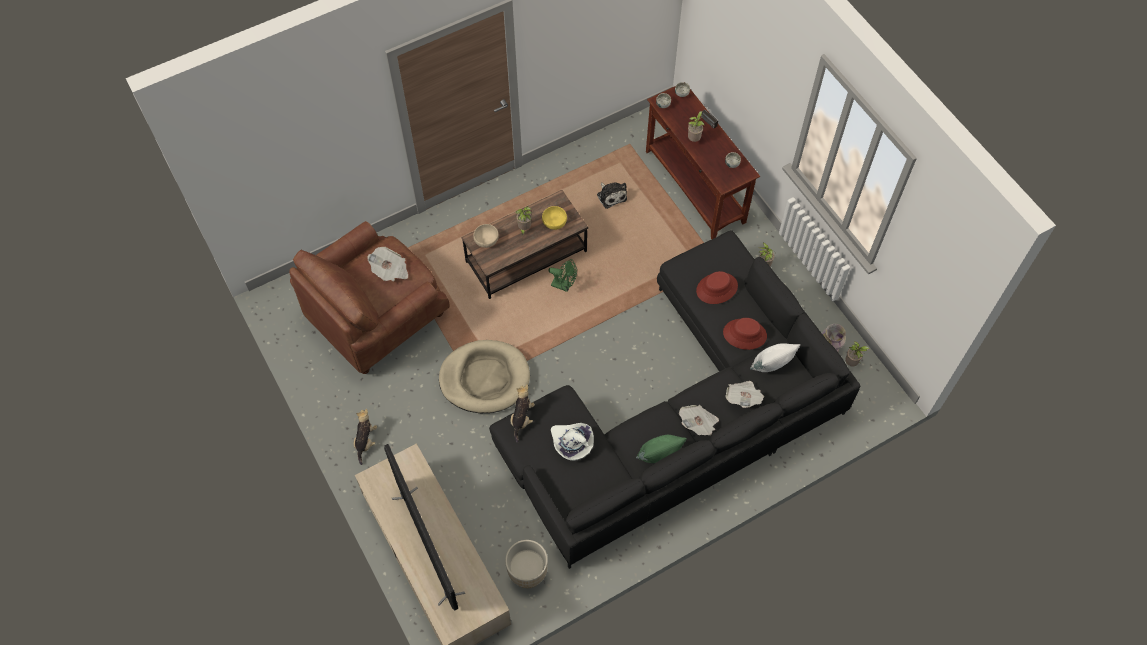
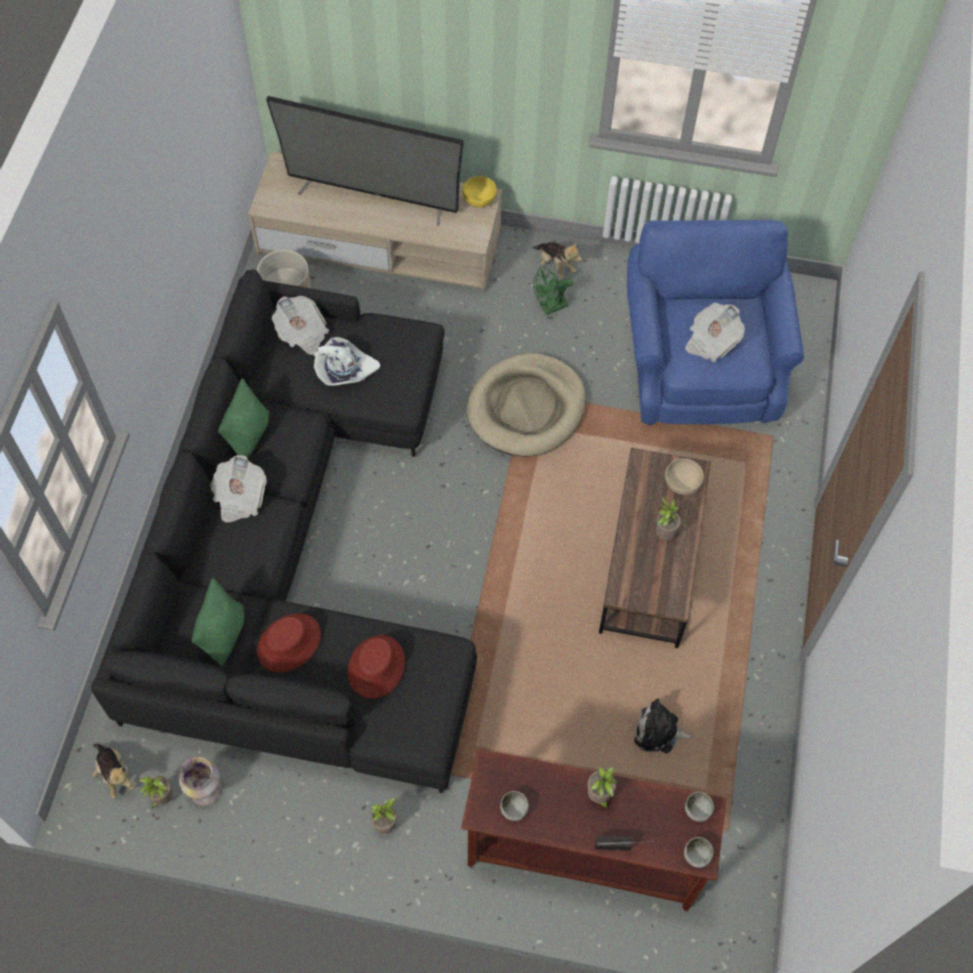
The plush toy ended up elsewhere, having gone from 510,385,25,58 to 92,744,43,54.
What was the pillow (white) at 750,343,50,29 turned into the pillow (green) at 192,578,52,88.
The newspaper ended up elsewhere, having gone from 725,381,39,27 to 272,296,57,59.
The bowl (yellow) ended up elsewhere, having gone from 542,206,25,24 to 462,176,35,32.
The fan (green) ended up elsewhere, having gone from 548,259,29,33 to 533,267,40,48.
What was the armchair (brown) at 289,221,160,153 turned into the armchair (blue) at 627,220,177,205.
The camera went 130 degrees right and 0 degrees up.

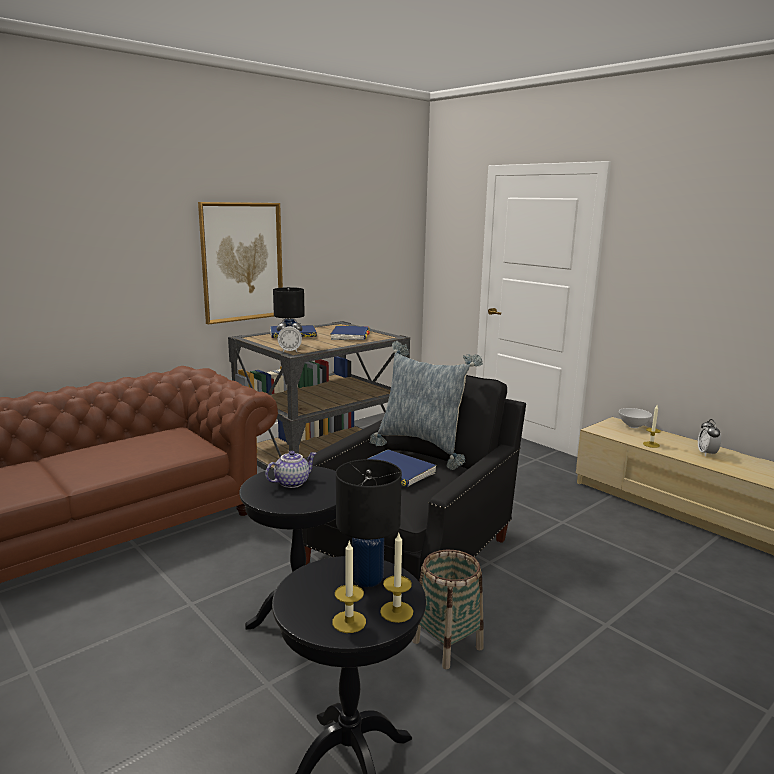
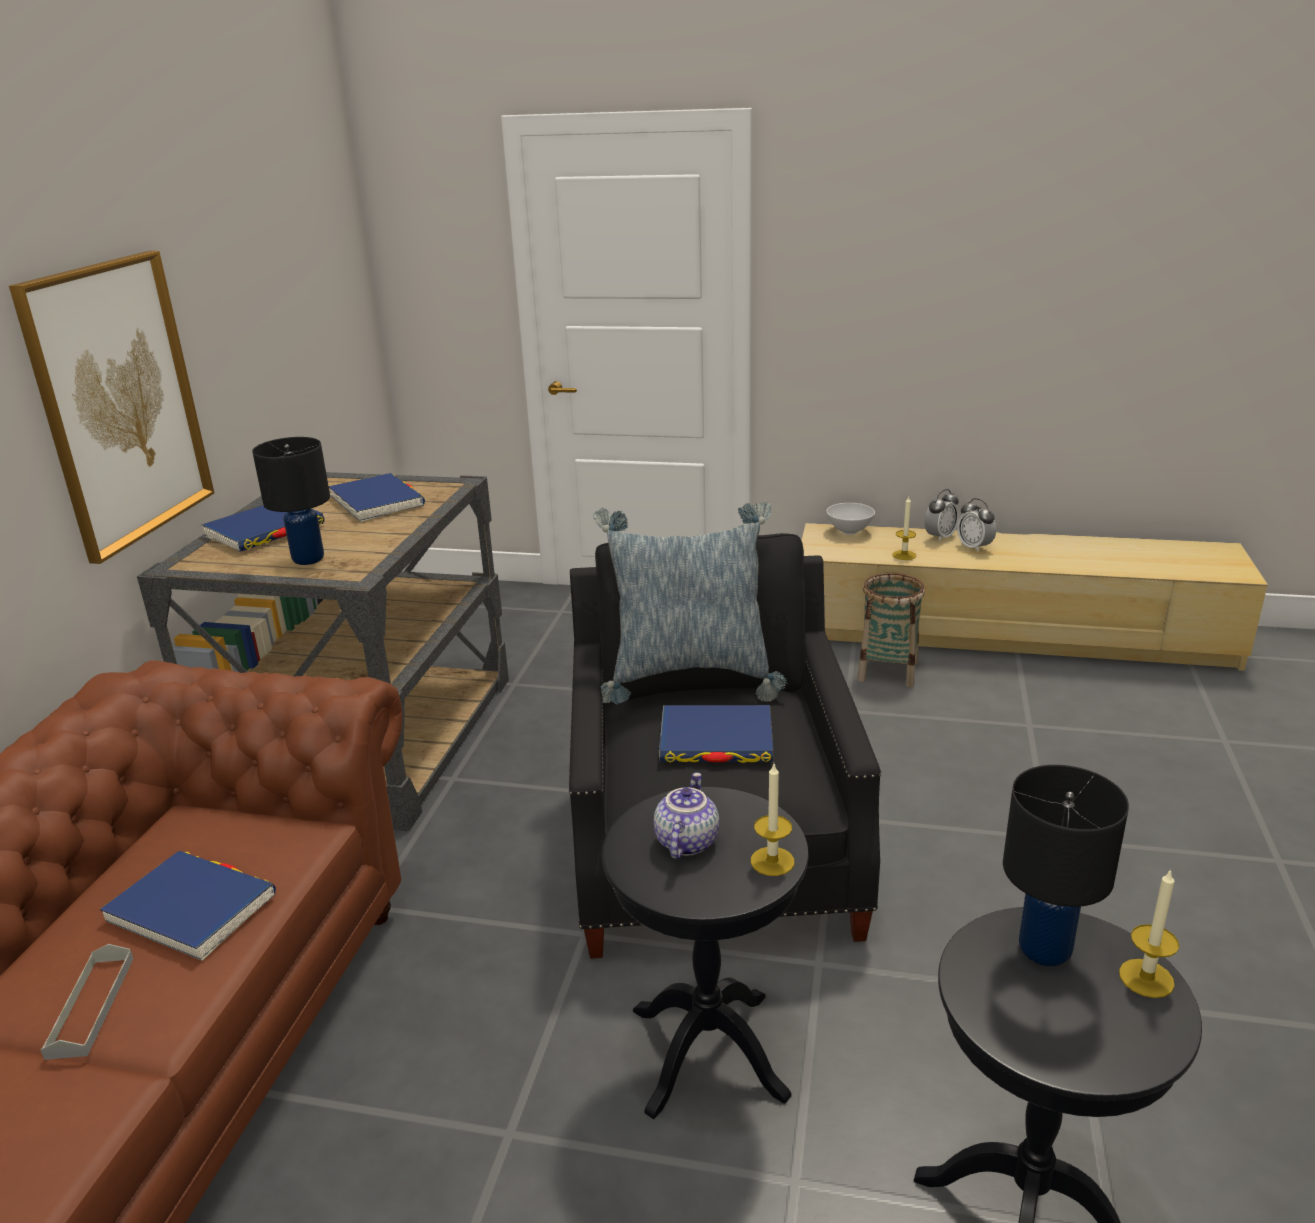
The second view gained the tray (grey) at 40,944,94,116.
The second view gained the book (blue) at 99,851,177,110.
The candle ended up elsewhere, having gone from 332,542,34,91 to 751,764,43,112.
The basket ended up elsewhere, having gone from 412,550,72,119 to 857,573,68,114.
The alarm clock ended up elsewhere, having gone from 277,318,25,34 to 924,489,35,53.
The camera went 35 degrees left and 10 degrees up.

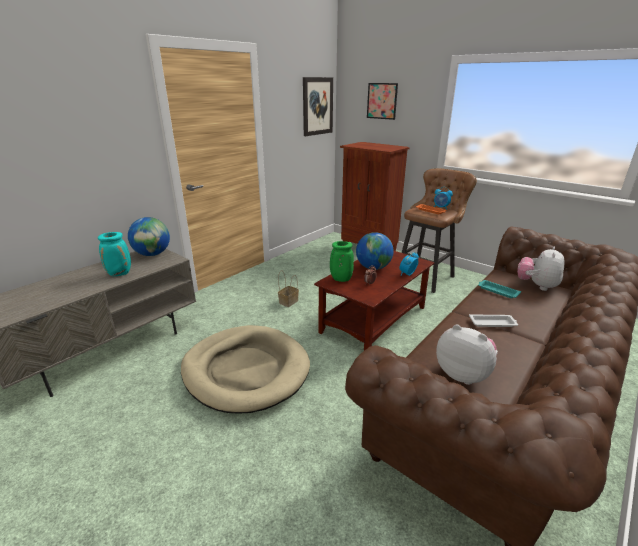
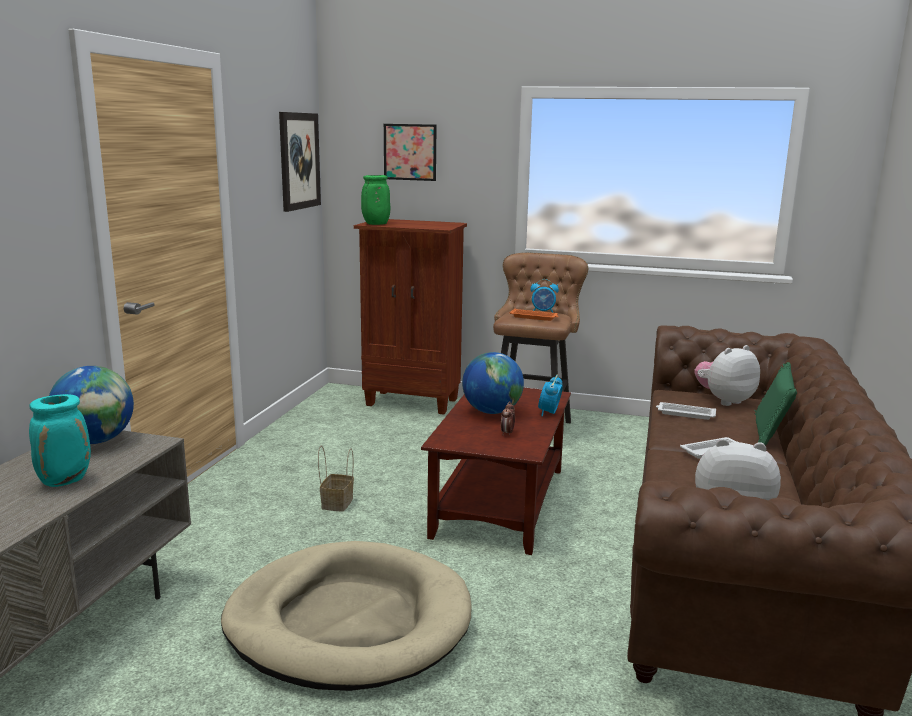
The vase (green) ended up elsewhere, having gone from 330,241,24,41 to 361,175,30,50.
What was the tray (turquoise) at 478,280,43,18 turned into the tray (white) at 656,402,60,18.
The plush toy at 517,247,47,44 ended up facing another way, 60 degrees clockwise from before.
The second view gained the pillow (green) at 755,362,42,84.
The camera went 25 degrees left and 10 degrees down.

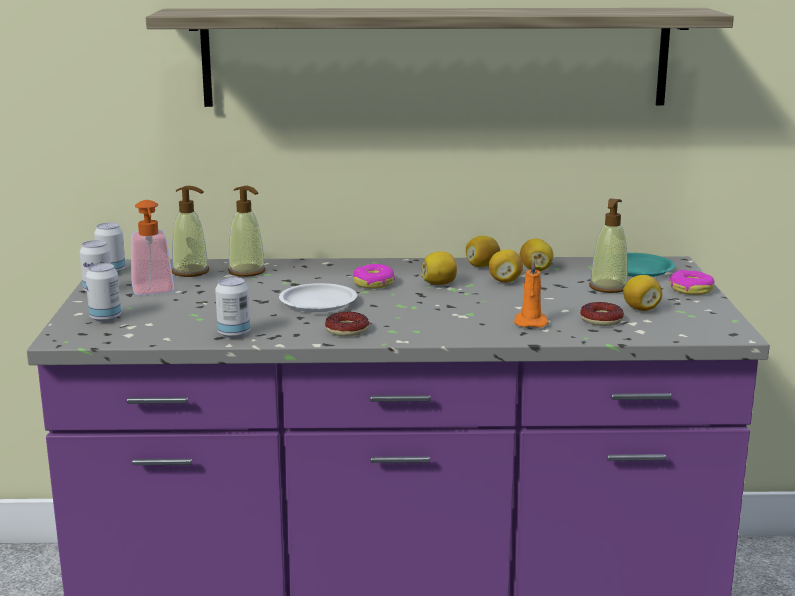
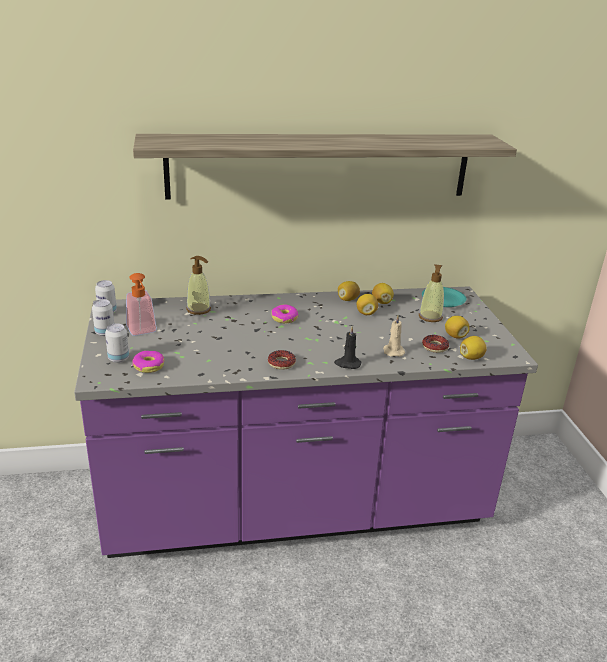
The donut ended up elsewhere, having gone from 669,270,46,25 to 132,351,32,22.
The second view gained the candle (black) at 334,326,27,43.
What was the candle (orange) at 514,258,35,70 turned into the candle (beige) at 383,315,22,41.
The lemon ended up elsewhere, having gone from 421,251,36,34 to 460,336,27,24.
The second view lost the soap dispenser at 172,186,37,91.
The second view lost the can at 215,277,35,61.
The second view lost the plate (white) at 279,283,78,29.
The camera went 10 degrees left and 10 degrees up.

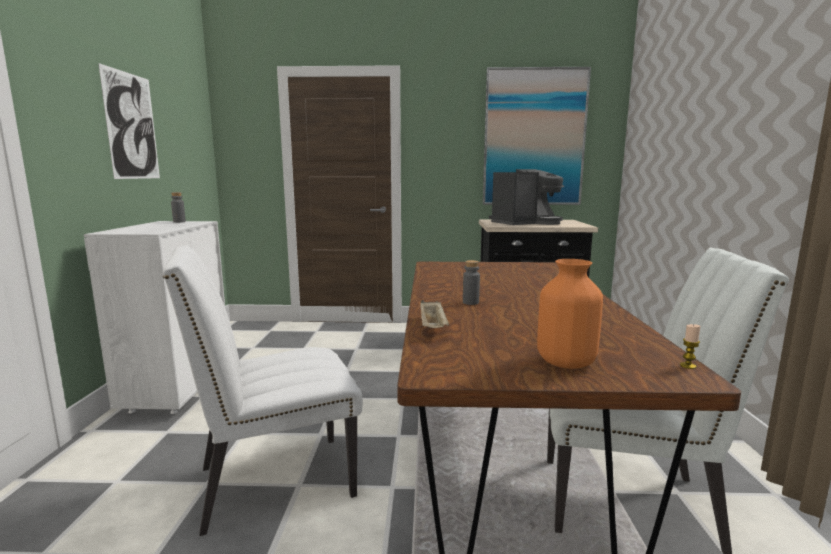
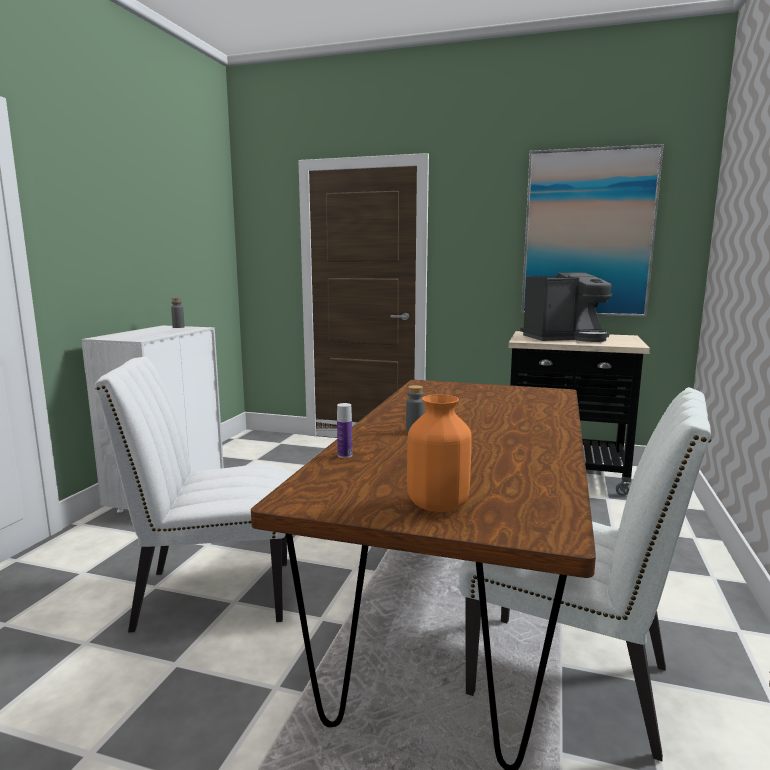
Where the tray (beige) stood at 420,300,29,28, the bottle came to stand at 337,403,15,55.
The second view lost the picture at 98,63,62,116.
The second view lost the candle at 680,324,20,45.
The camera went 15 degrees right and 0 degrees up.

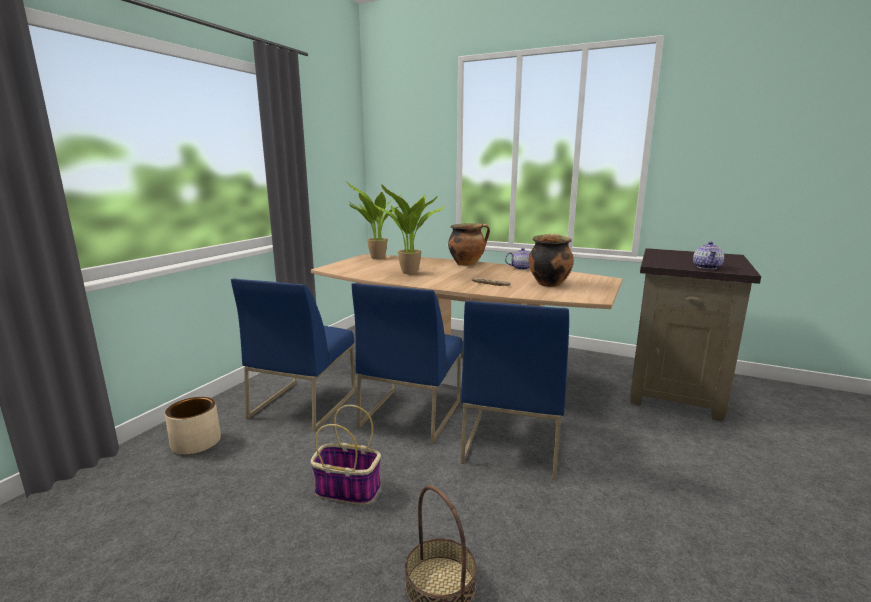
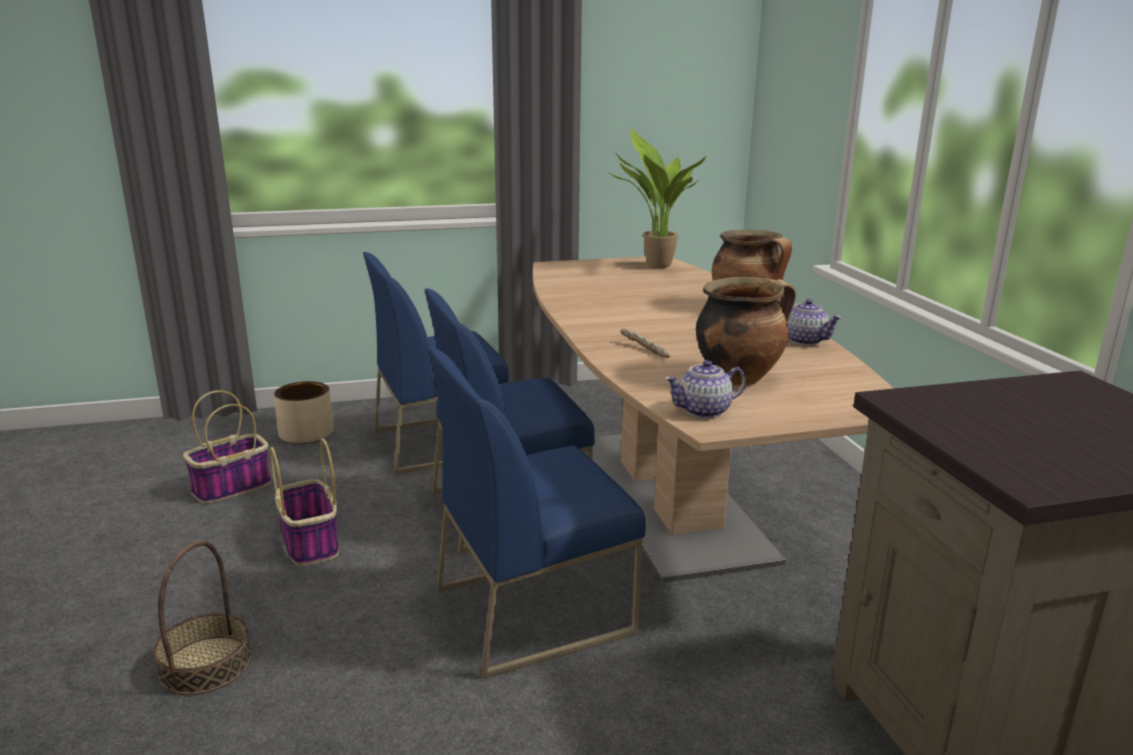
The second view gained the basket at 183,390,88,114.
The teapot ended up elsewhere, having gone from 693,241,31,28 to 665,360,81,58.
The second view lost the potted plant at 373,184,72,90.
The camera went 50 degrees right and 5 degrees up.

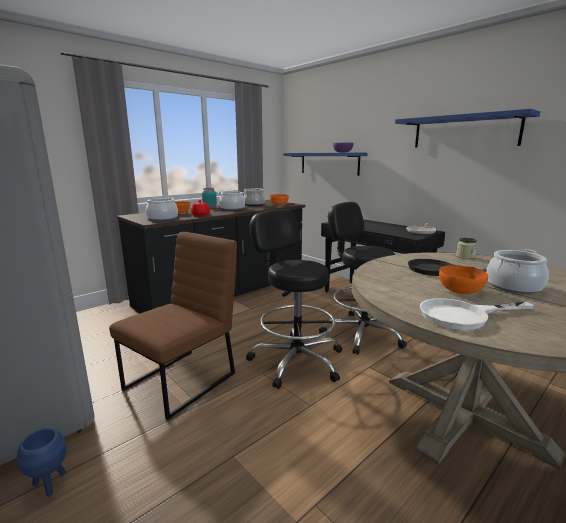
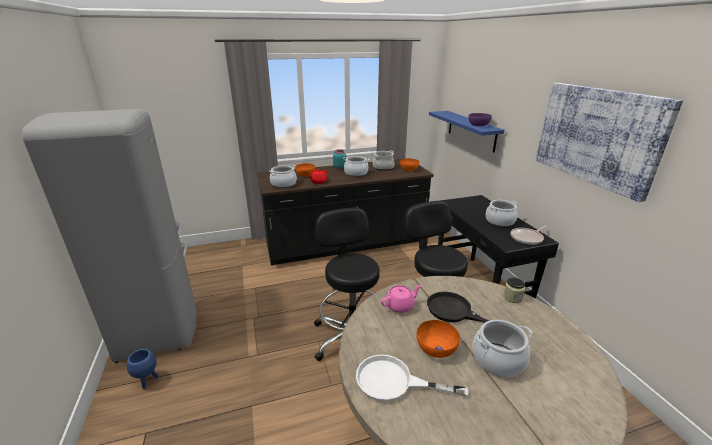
The second view gained the teapot (pink) at 381,285,41,28.
The second view gained the cooking pot at 486,200,32,27.
Where the shelf (blue) hung at 395,109,146,39, the picture came to hang at 536,83,147,119.
The second view lost the chair (brown) at 109,232,128,188.
The camera went 25 degrees right and 10 degrees up.

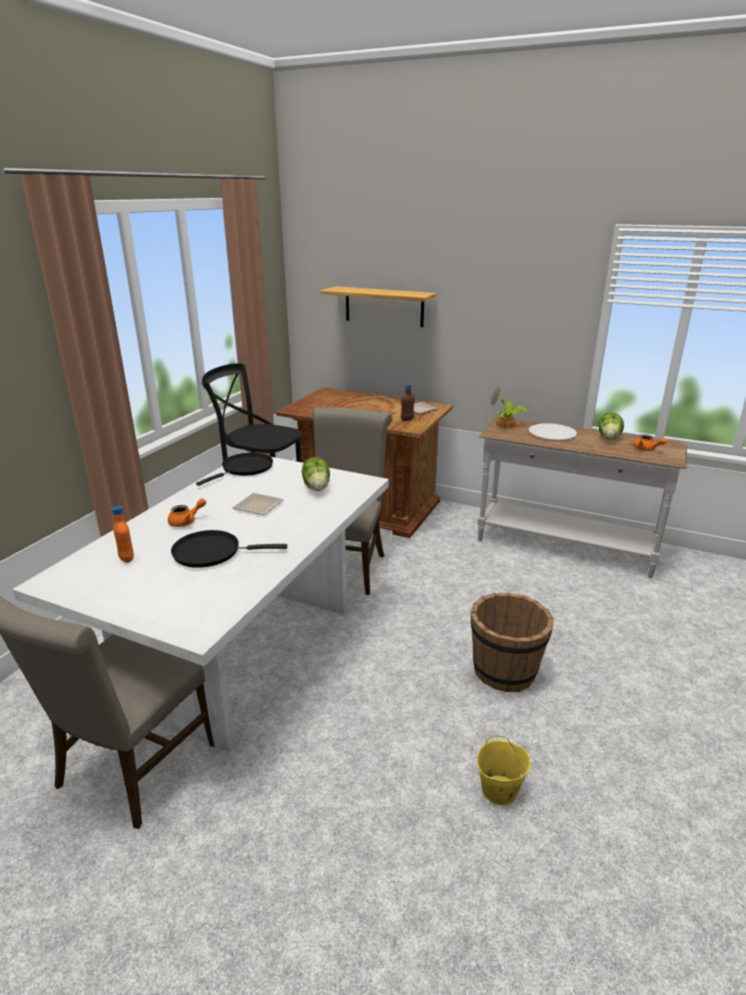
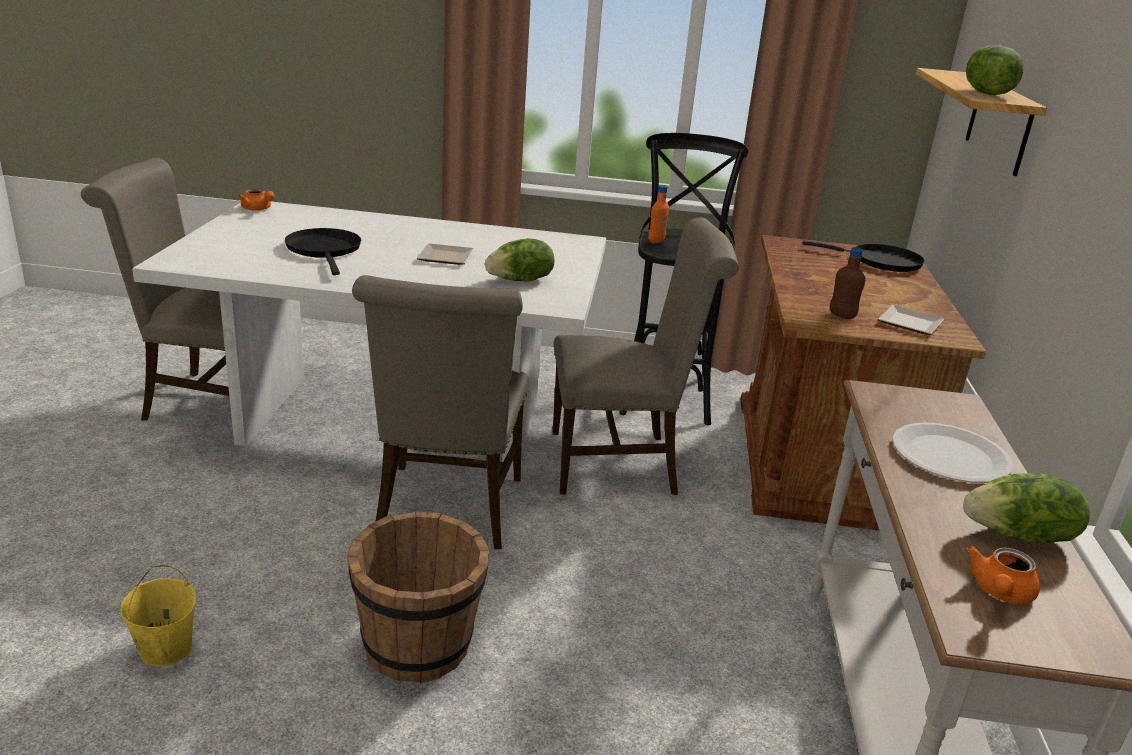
The teapot (orange) ended up elsewhere, having gone from 168,498,38,29 to 238,188,37,23.
The second view gained the chair (beige) at 352,275,176,274.
The bottle (orange) ended up elsewhere, having gone from 112,506,22,57 to 648,185,21,58.
The frying pan (black) ended up elsewhere, having gone from 196,453,77,33 to 802,240,123,32.
The second view gained the lettuce at 966,45,57,50.
The second view lost the potted plant at 491,388,37,40.
The camera went 70 degrees right and 0 degrees up.

